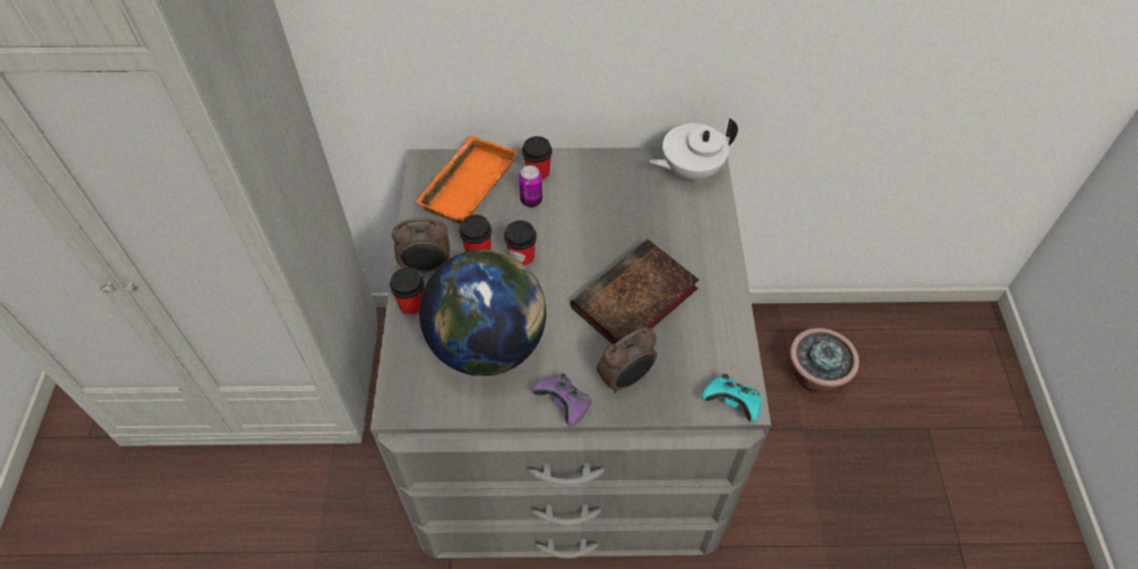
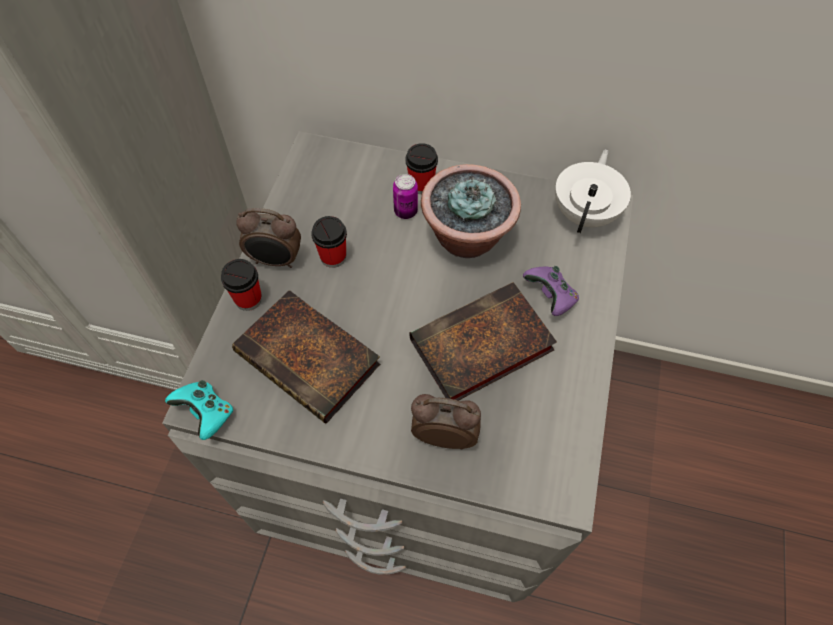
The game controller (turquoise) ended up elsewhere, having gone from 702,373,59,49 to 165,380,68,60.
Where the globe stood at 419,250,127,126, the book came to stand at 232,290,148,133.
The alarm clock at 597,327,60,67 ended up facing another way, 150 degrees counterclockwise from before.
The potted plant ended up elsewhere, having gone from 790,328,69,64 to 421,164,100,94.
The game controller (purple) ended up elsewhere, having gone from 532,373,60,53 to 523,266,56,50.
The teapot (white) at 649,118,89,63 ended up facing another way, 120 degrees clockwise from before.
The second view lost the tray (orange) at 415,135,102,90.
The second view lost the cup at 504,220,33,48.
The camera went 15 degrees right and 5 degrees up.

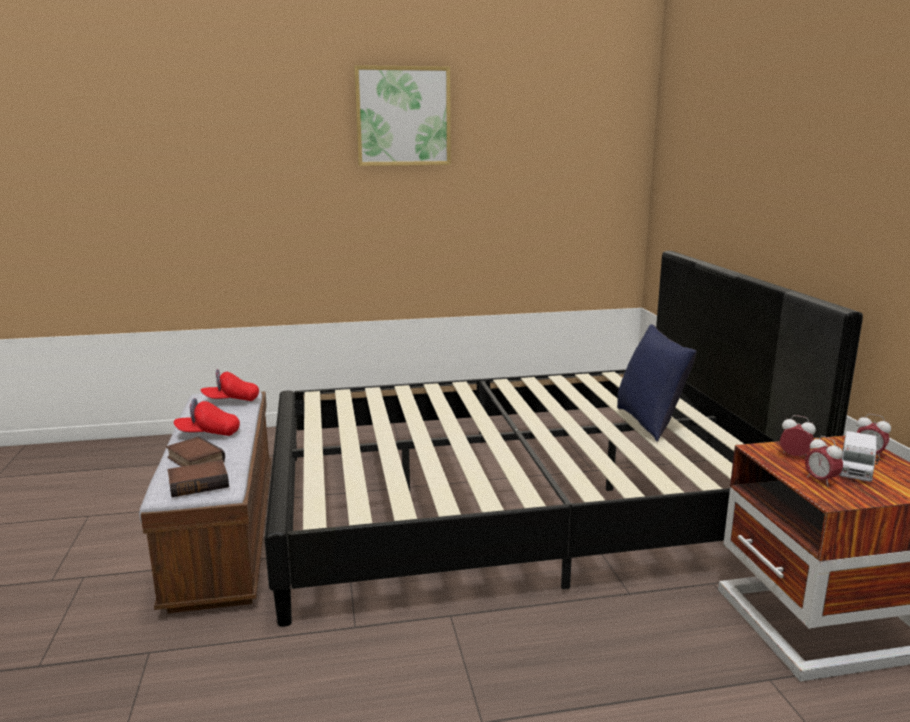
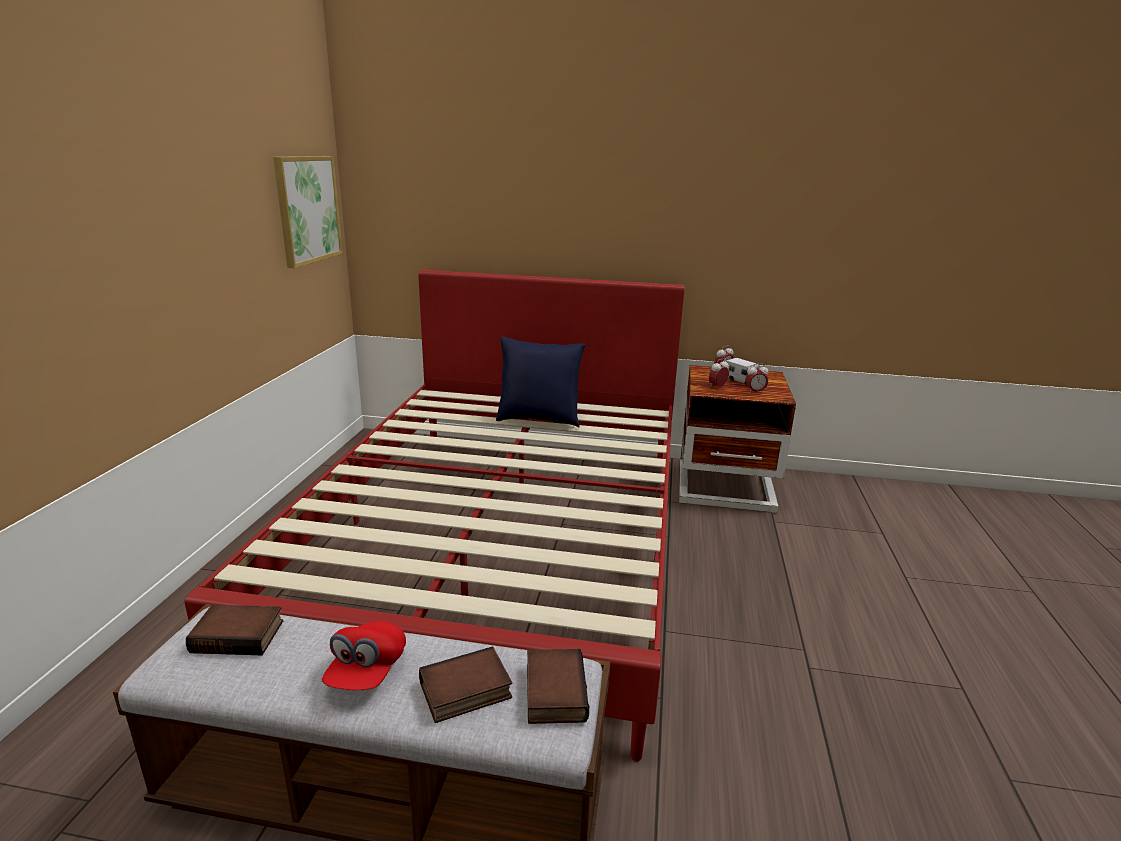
What was the bed (black) at 264,251,599,376 turned into the bed (red) at 184,270,501,492.
Where the cap (red) stood at 201,369,58,32, the book came to stand at 186,605,97,50.
The picture ended up elsewhere, having gone from 354,65,97,101 to 273,156,70,112.
The camera went 70 degrees left and 5 degrees up.

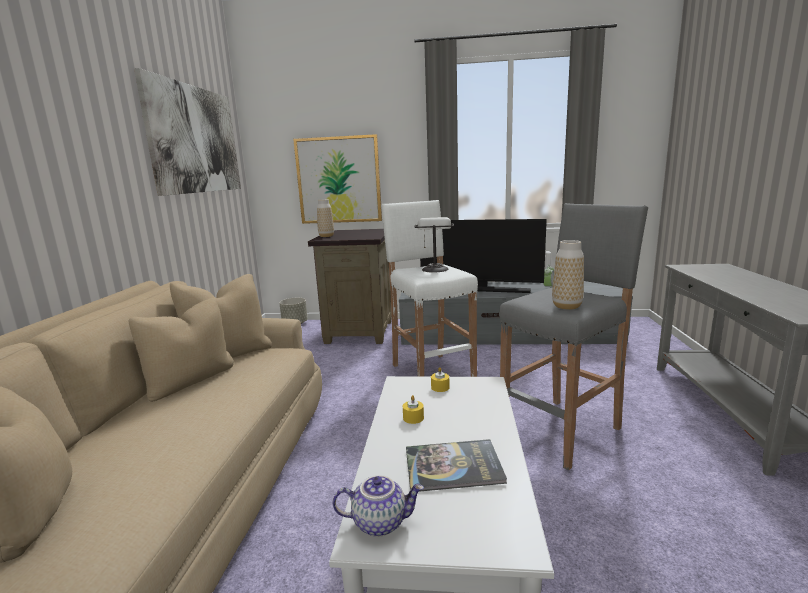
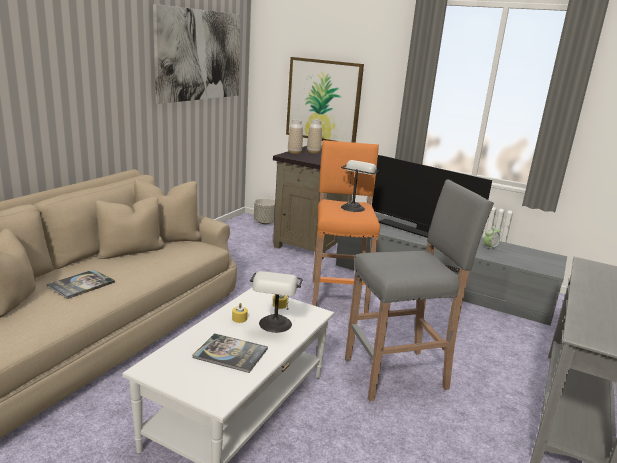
The second view gained the book at 46,269,69,30.
The second view gained the table lamp at 250,271,52,62.
The vase ended up elsewhere, having gone from 552,240,32,70 to 307,119,15,35.
What was the stool (white) at 381,200,97,177 turned into the stool (orange) at 312,140,68,173.
The second view lost the teapot at 333,475,91,62.
The camera went 20 degrees right and 5 degrees up.

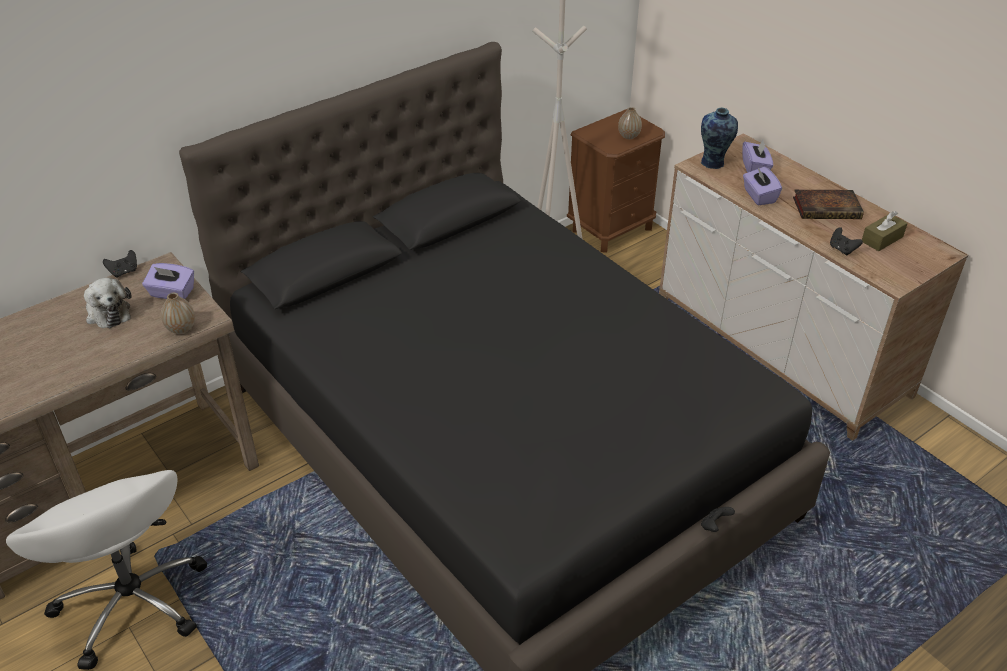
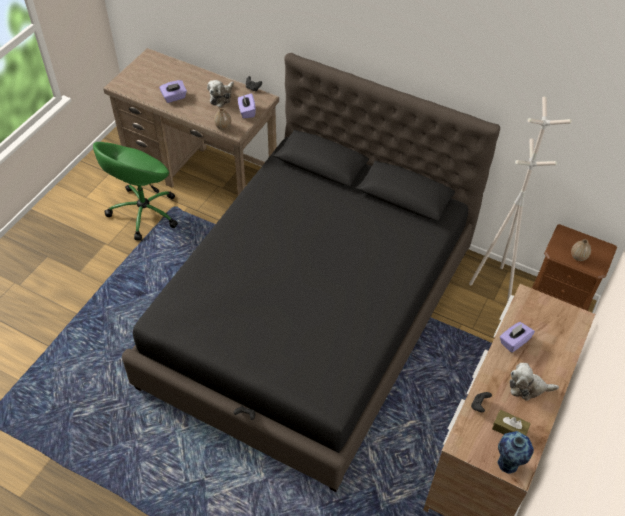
What was the office chair (white) at 6,470,201,200 turned into the office chair (green) at 93,142,85,99.
The tissue box (purple) ended up elsewhere, having gone from 742,140,31,33 to 159,80,28,23.
The vase ended up elsewhere, having gone from 701,108,37,61 to 497,431,37,43.
Where the book stood at 793,190,71,29, the plush toy came to stand at 510,363,49,38.
The camera went 65 degrees right and 10 degrees up.

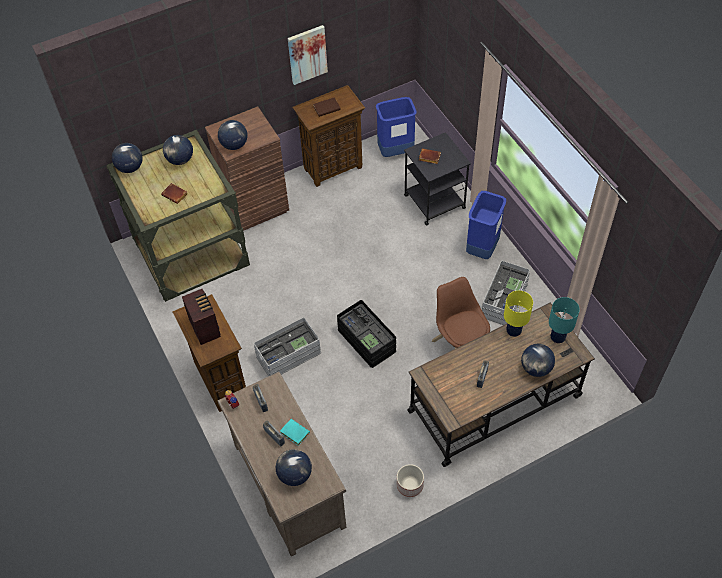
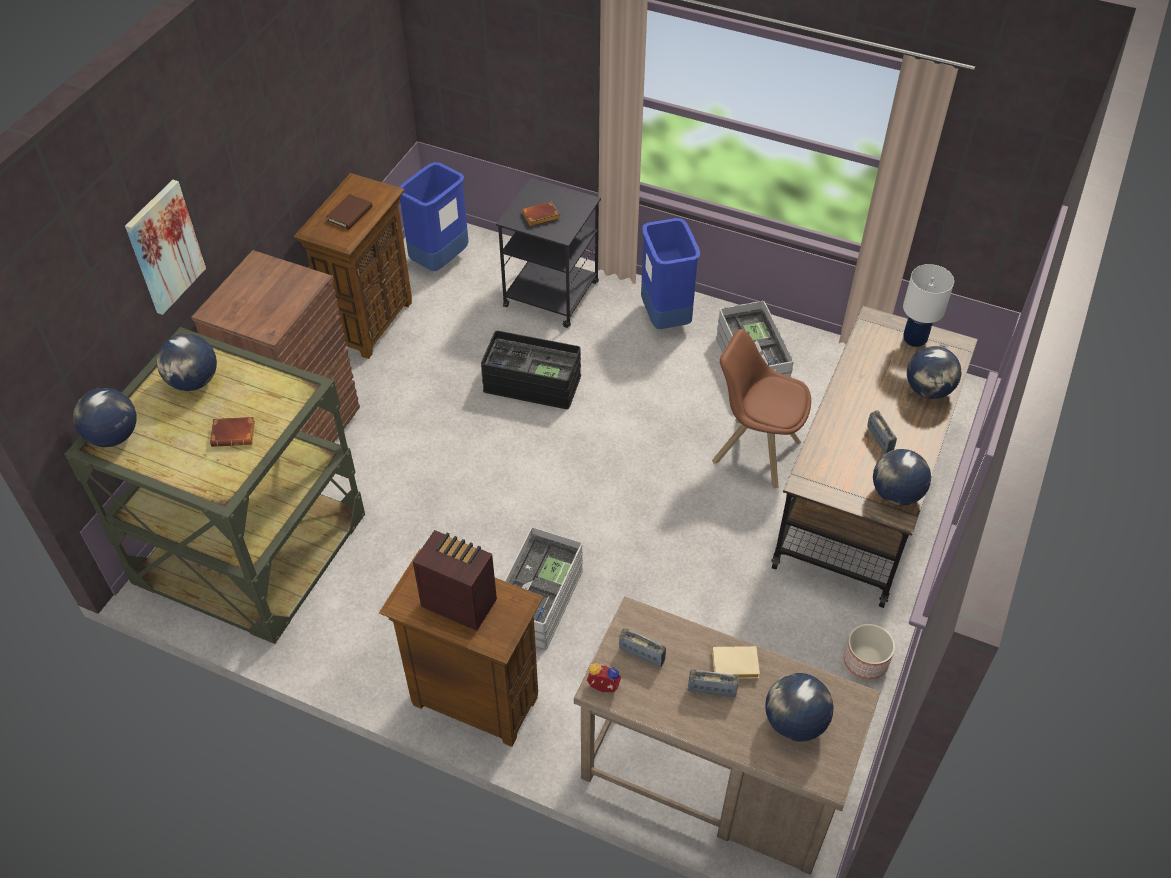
The picture ended up elsewhere, having gone from 288,25,40,60 to 125,180,81,135.
The storage box (black) ended up elsewhere, having gone from 337,300,59,68 to 481,331,100,78.
What was the book (turquoise) at 280,419,30,27 turned into the book (beige) at 712,646,48,33.
The globe ended up elsewhere, having gone from 218,120,29,30 to 873,449,58,57.
What was the table lamp (turquoise) at 549,297,31,46 turned into the table lamp (white) at 903,264,51,83.
The second view lost the table lamp (yellow) at 504,291,29,46.
The camera went 40 degrees left and 5 degrees down.

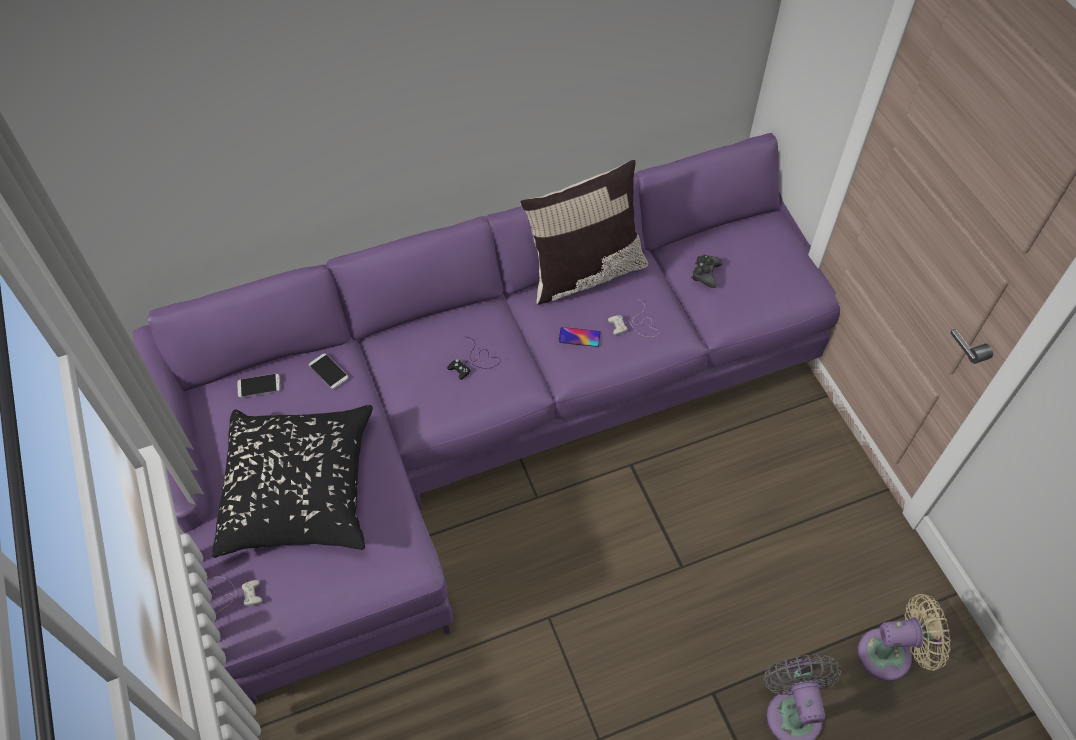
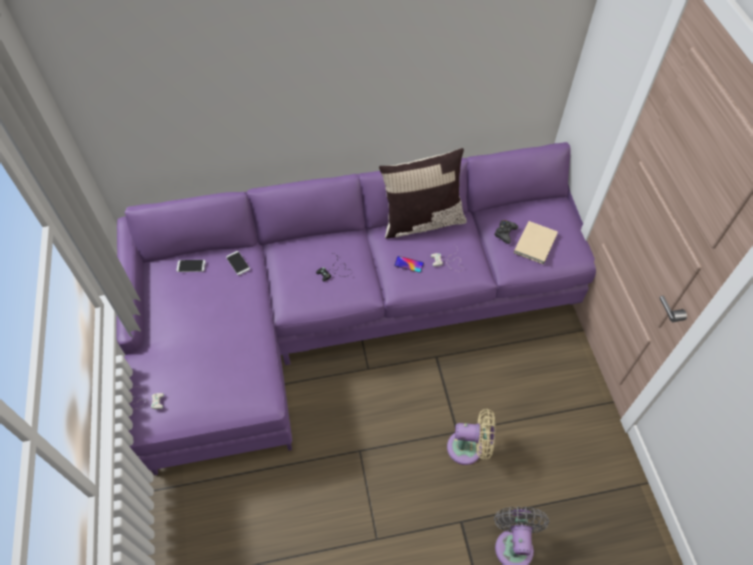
The fan (beige) ended up elsewhere, having gone from 858,594,93,87 to 447,409,48,56.
The second view gained the book (beige) at 514,221,44,43.
The second view lost the pillow (black) at 212,405,161,153.
The camera went 10 degrees right and 0 degrees up.

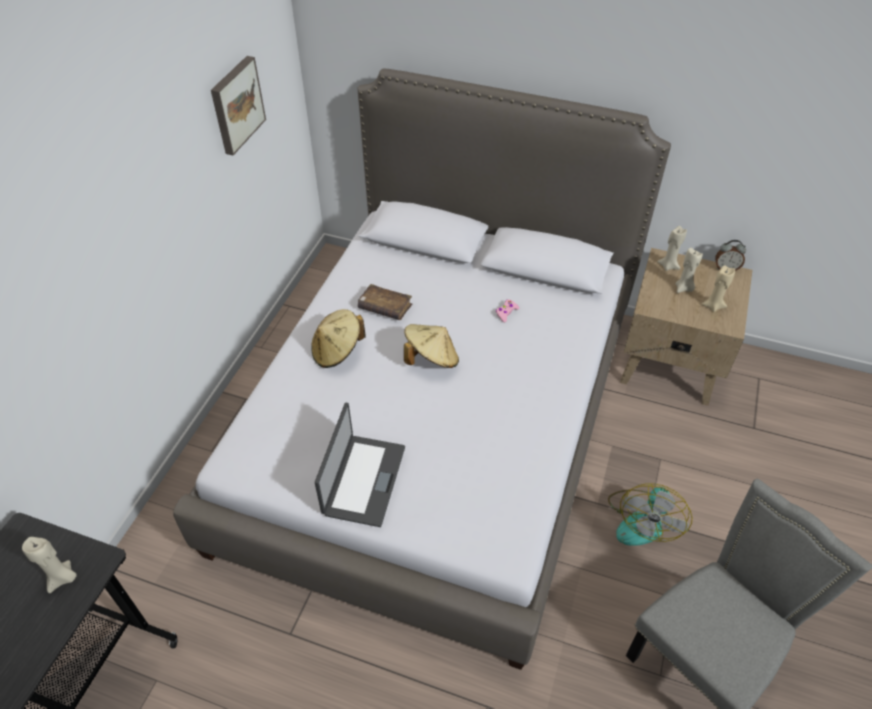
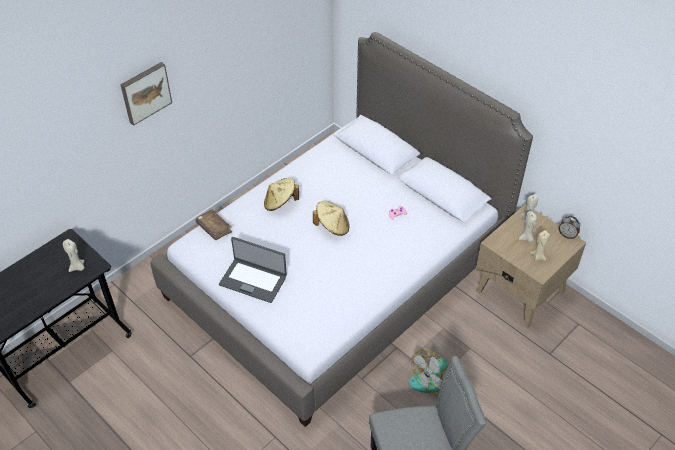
The picture ended up elsewhere, having gone from 211,56,55,99 to 120,62,52,64.
The book (brown) ended up elsewhere, having gone from 358,284,54,36 to 196,209,36,31.
The laptop at 315,403,90,124 ended up facing another way, 75 degrees clockwise from before.
The camera went 25 degrees right and 0 degrees up.

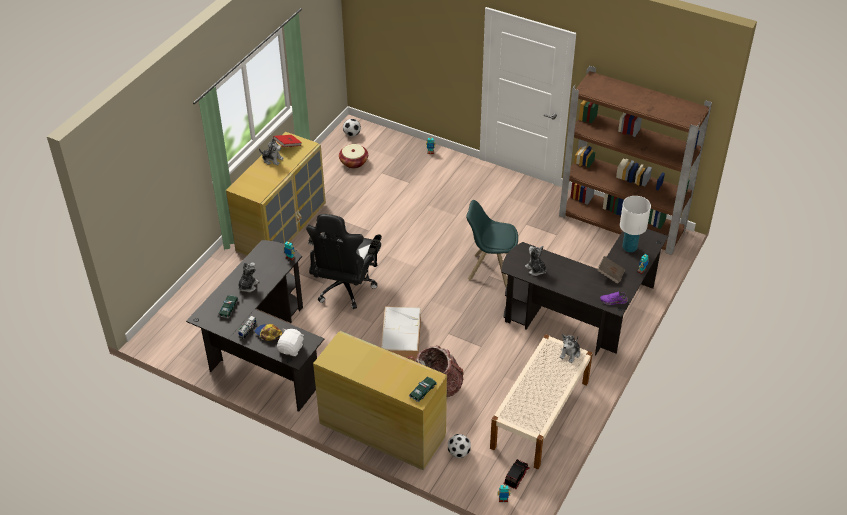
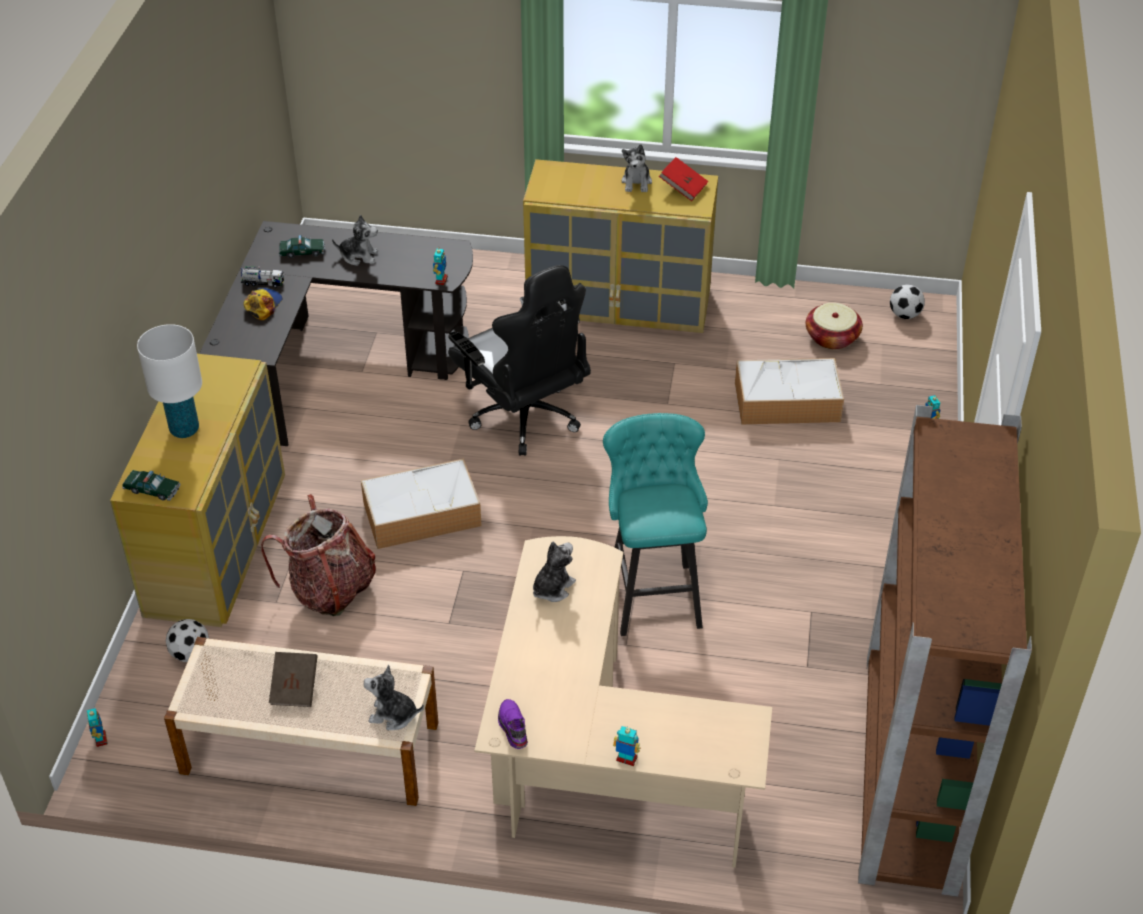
The table lamp (white) ended up elsewhere, having gone from 620,196,31,56 to 137,324,65,114.
The book (brown) ended up elsewhere, having gone from 597,256,28,28 to 269,652,49,55.
The office chair (black) at 306,214,76,95 ended up facing another way, 120 degrees counterclockwise from before.
What was the desk (black) at 502,229,166,126 turned into the desk (beige) at 474,536,298,332.
Where the chair (turquoise) stood at 466,200,52,86, the stool (turquoise) came to stand at 603,413,105,223.
The second view gained the storage box at 735,358,109,67.
The second view lost the plush toy (white) at 277,329,27,27.
The second view lost the toy truck at 503,459,27,31.
The camera went 70 degrees right and 0 degrees up.

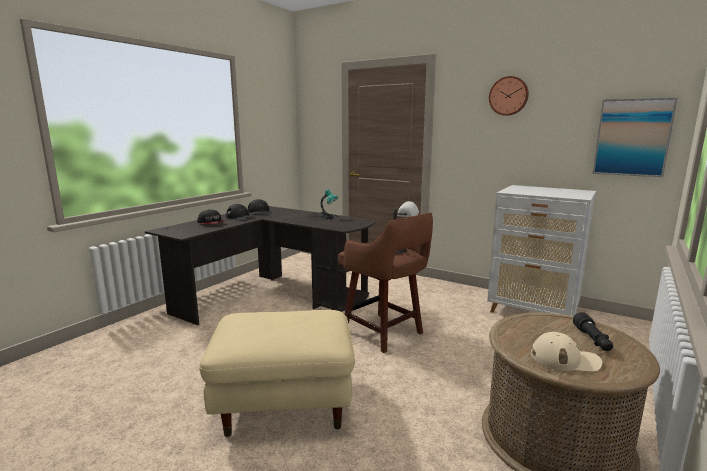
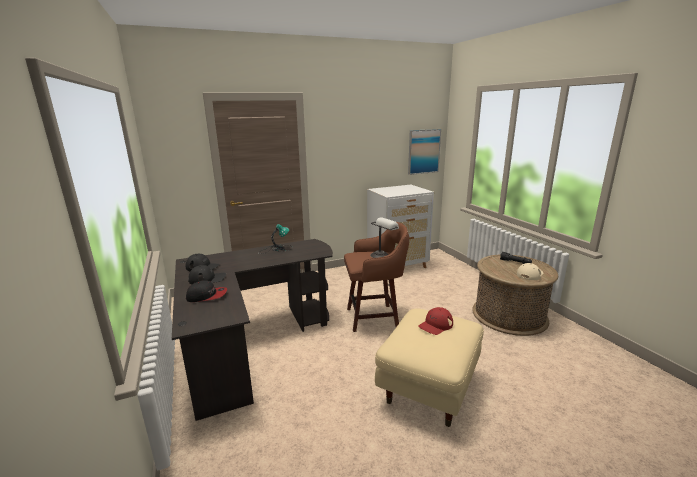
The second view gained the cap (red) at 418,307,35,28.
The second view lost the wall clock at 489,76,40,40.
The camera went 55 degrees left and 5 degrees up.

